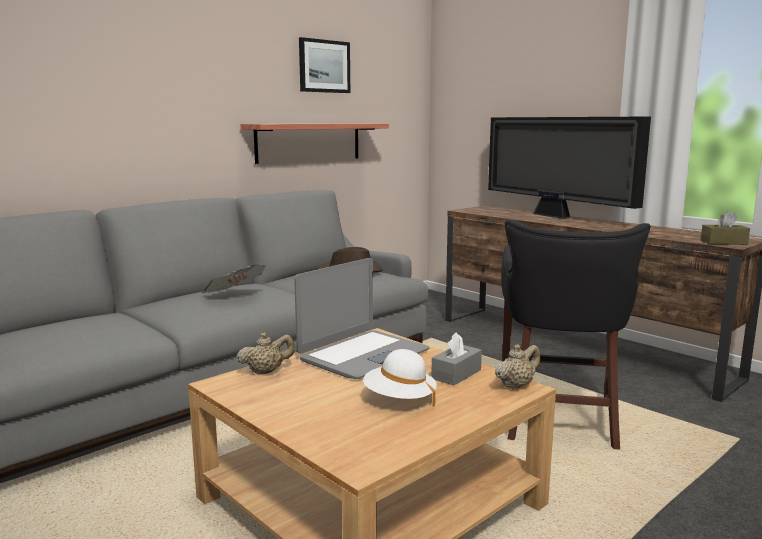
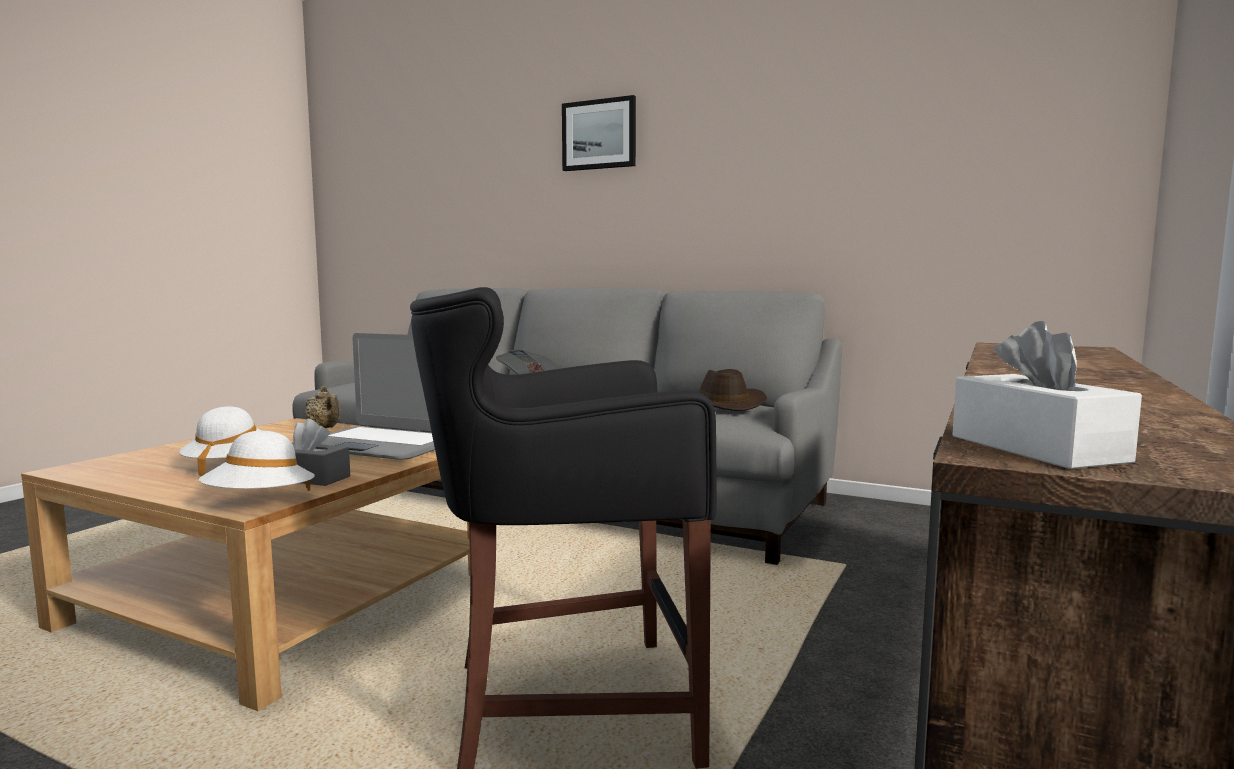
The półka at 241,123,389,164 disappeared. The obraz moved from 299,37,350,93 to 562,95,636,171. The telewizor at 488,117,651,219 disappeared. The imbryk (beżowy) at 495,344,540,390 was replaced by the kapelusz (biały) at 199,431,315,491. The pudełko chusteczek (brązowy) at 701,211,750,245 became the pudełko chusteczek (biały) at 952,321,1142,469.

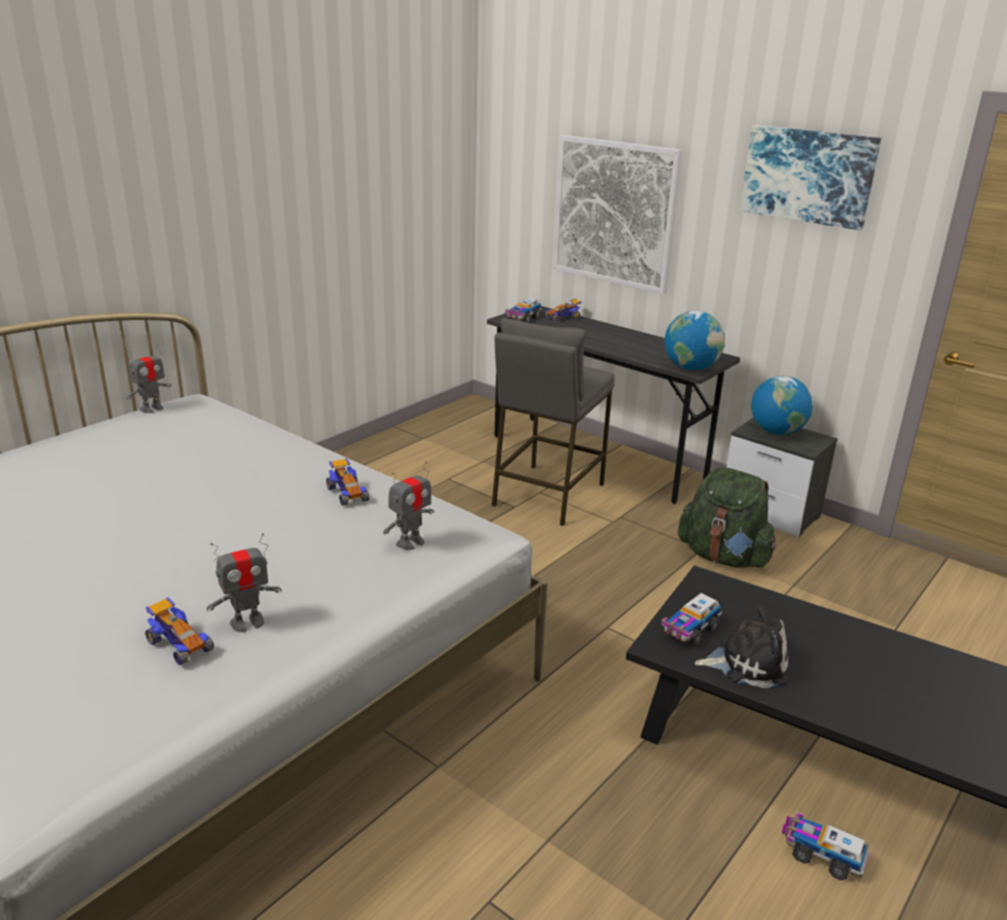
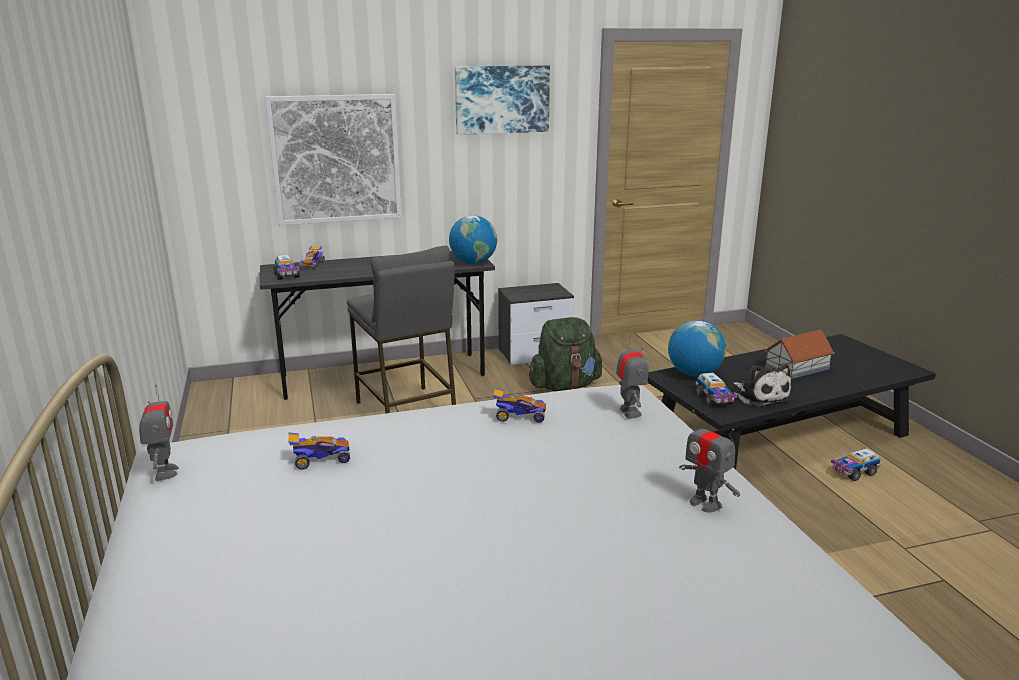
The samochodzik moved from 145,597,214,665 to 288,432,350,469. The robot zabawkowy at 206,533,282,632 turned 135 degrees clockwise. The pluszak at 694,604,788,688 turned 120 degrees clockwise. The globus moved from 751,376,813,435 to 668,320,726,377. The domek at 765,330,835,379 appeared.

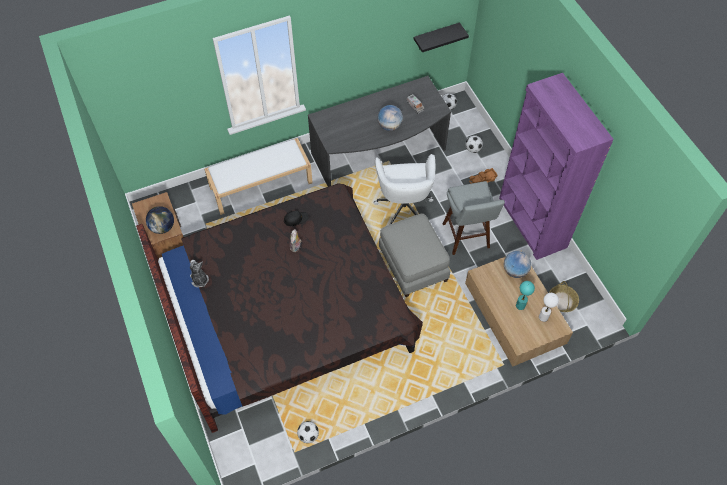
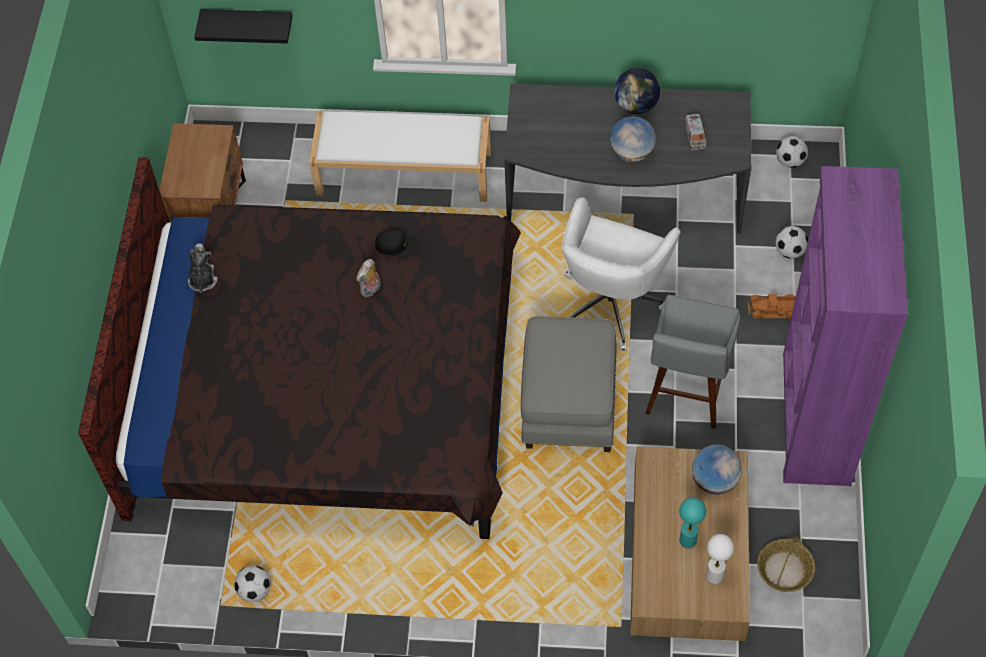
The globus moved from 146,206,174,234 to 614,68,660,114. The półka (czarny) moved from 414,22,469,52 to 194,9,292,44.

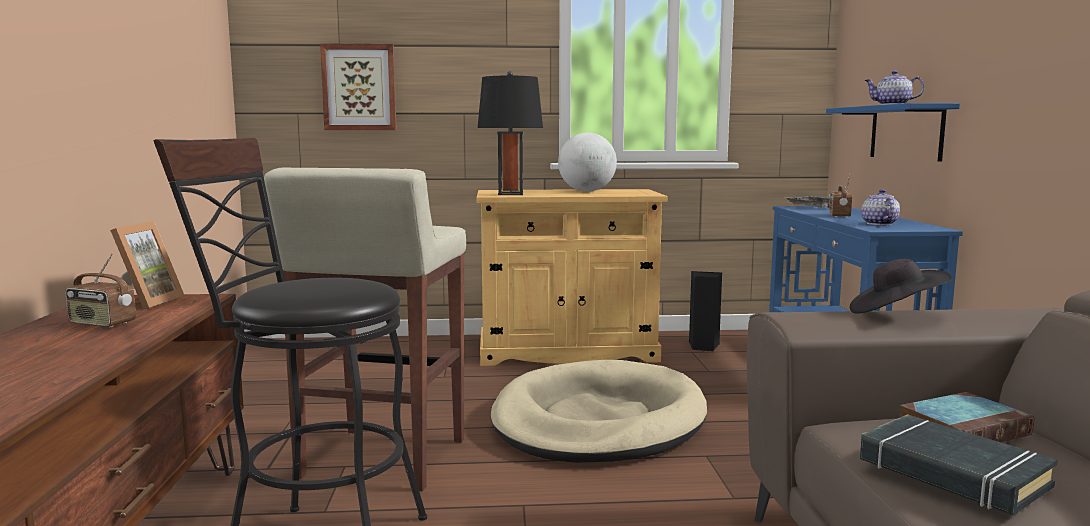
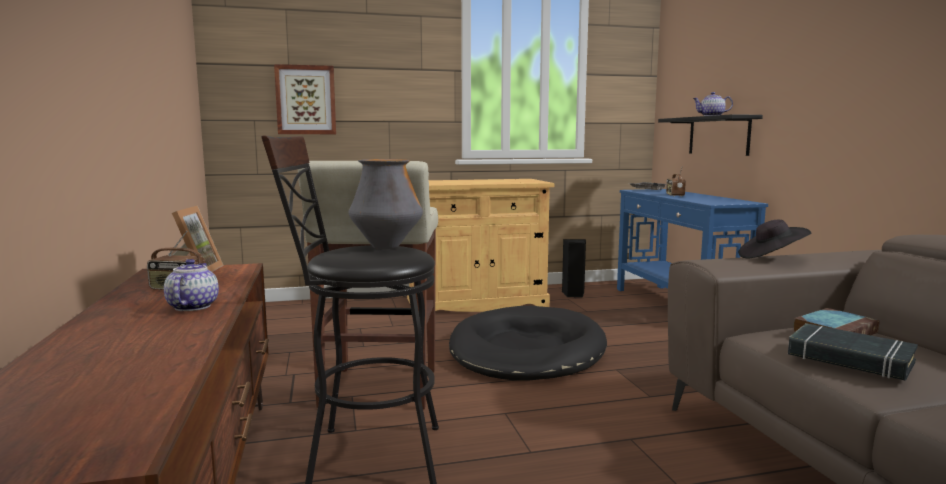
The lampa stołowa (czarny) at 477,71,543,195 disappeared. The legowisko (beżowy) at 490,360,707,463 became the legowisko (czarny) at 449,306,607,381. The globus at 558,133,617,192 disappeared. The półka (niebieski) at 826,103,960,162 became the półka (czarny) at 658,114,763,156. The imbryk moved from 861,189,900,225 to 164,259,219,311. The wazon at 348,159,423,249 appeared.

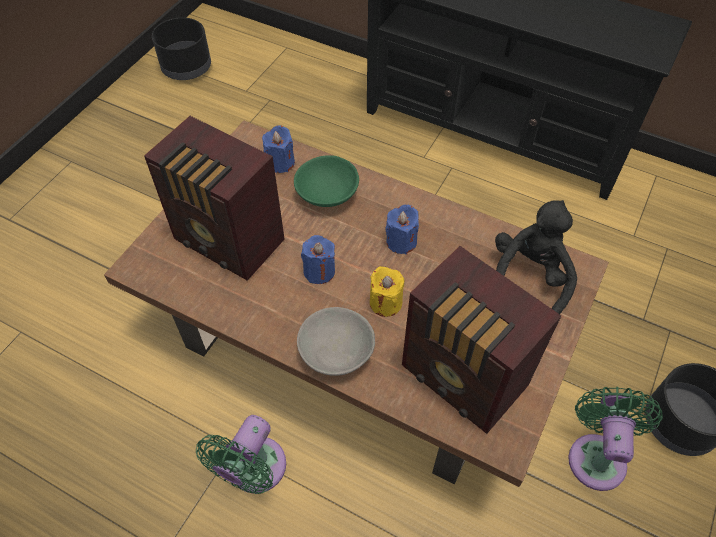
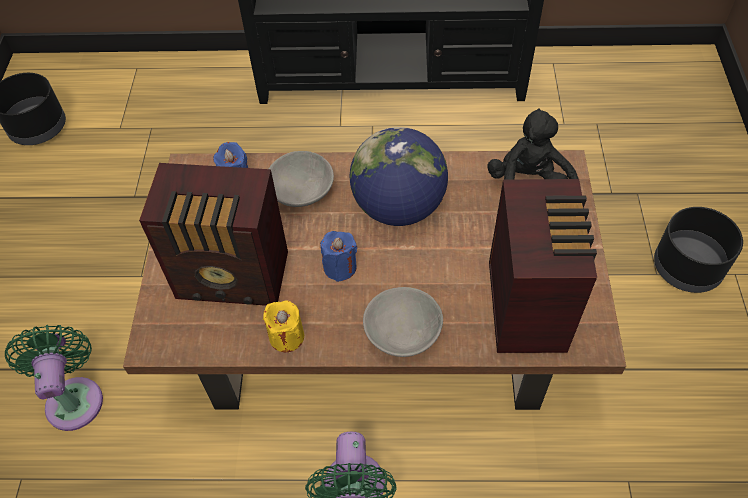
The miska (zielony) at 294,155,359,207 became the miska (szary) at 269,151,334,207. The świeca (żółty) moved from 370,266,404,317 to 263,300,304,352. The świeca (niebieski) at 385,204,419,255 was replaced by the globus at 349,127,448,226. The radio at 402,246,561,434 turned 105 degrees counterclockwise. The wentylator (zielony) moved from 568,387,663,491 to 5,325,103,431.

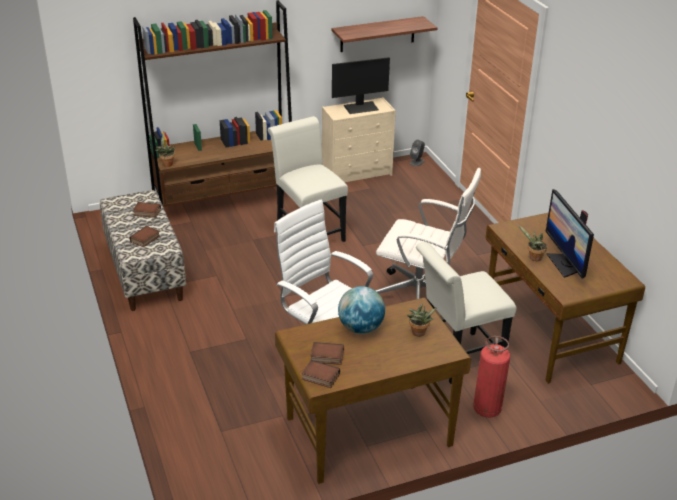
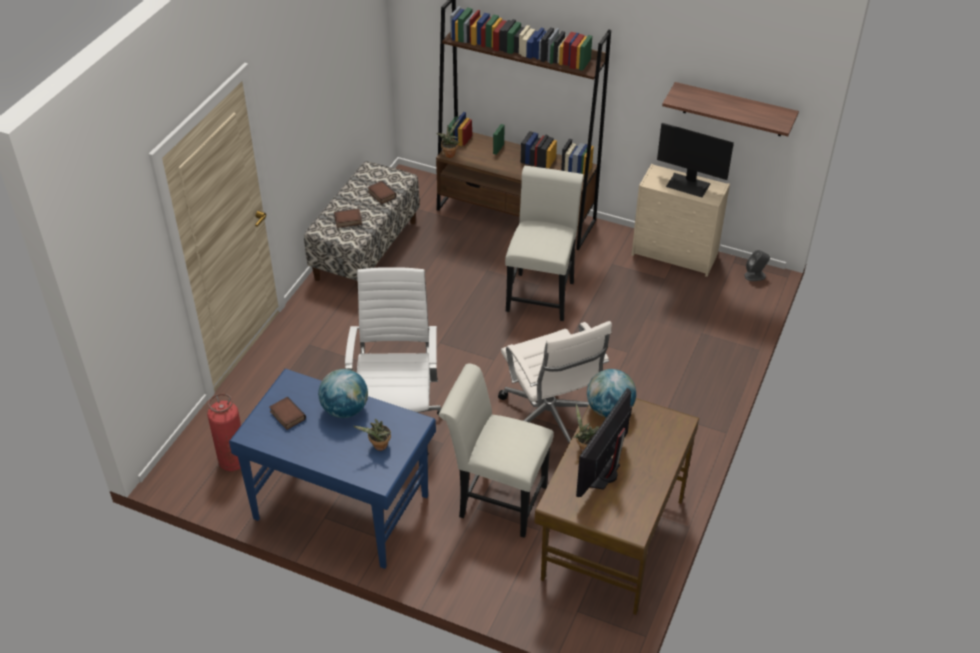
The biurko (brązowy) at 275,298,471,484 became the biurko (niebieski) at 229,369,436,569. The książka at 302,360,340,388 disappeared. The gaśnica moved from 473,336,510,418 to 207,393,241,471. The globus at 587,369,636,417 appeared.

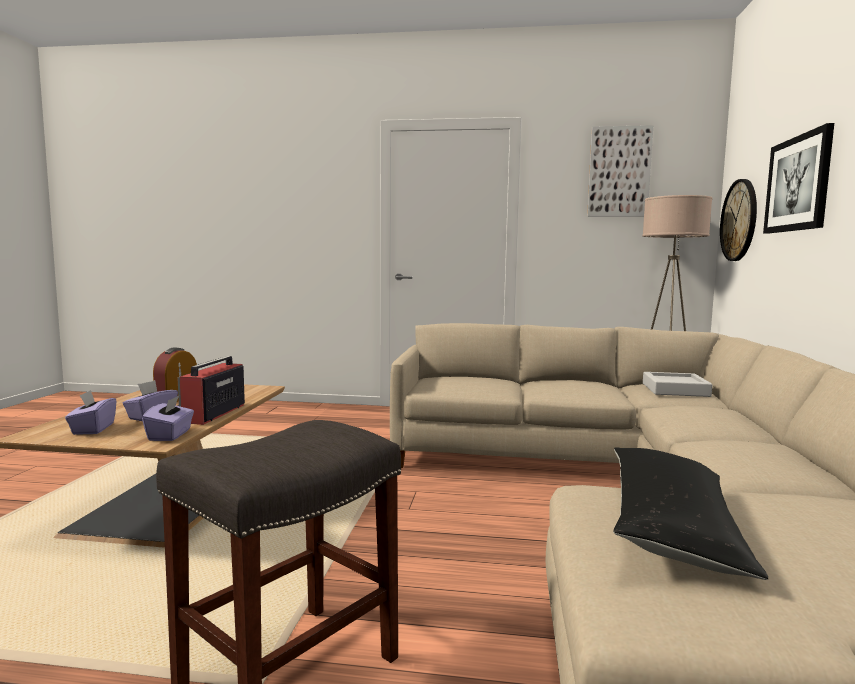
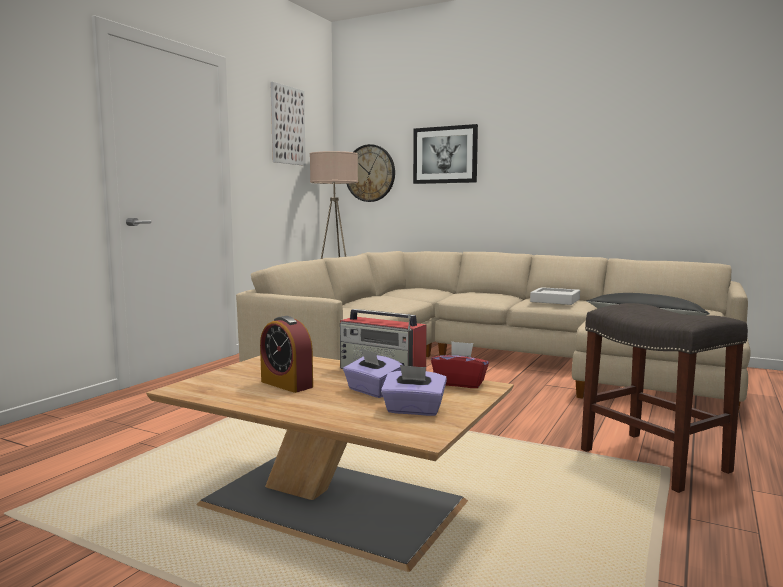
The pudełko chusteczek (fioletowy) at 142,396,194,441 became the pudełko chusteczek (czerwony) at 431,341,489,388. The taca (szary) moved from 643,372,712,397 to 530,287,580,305.

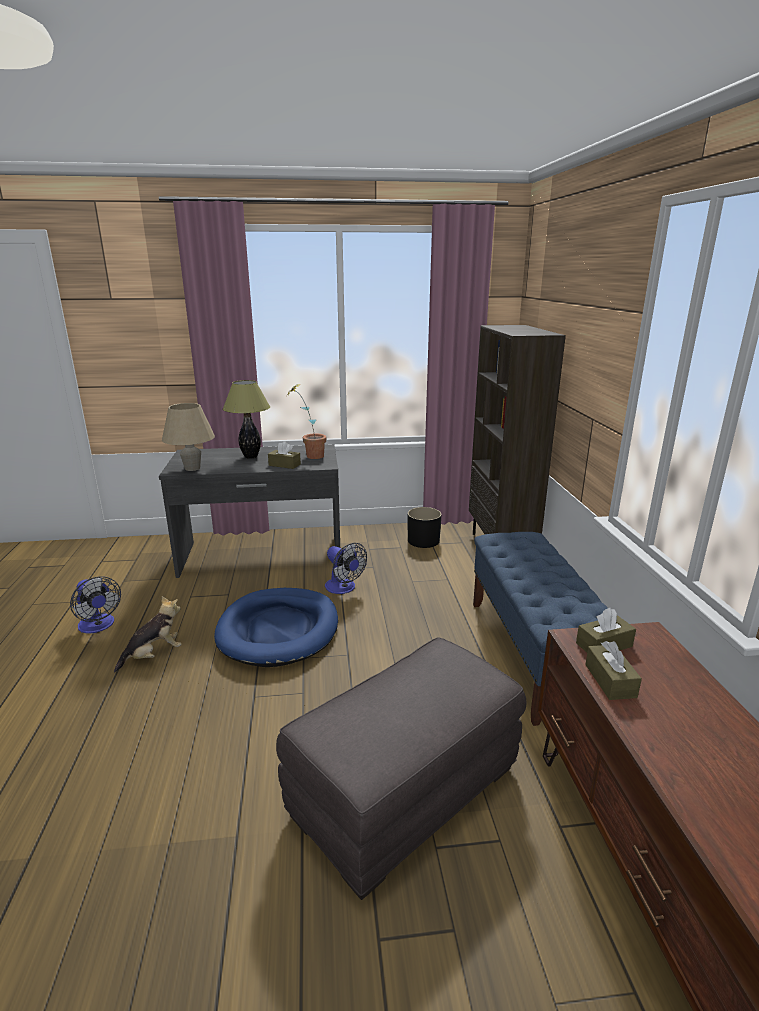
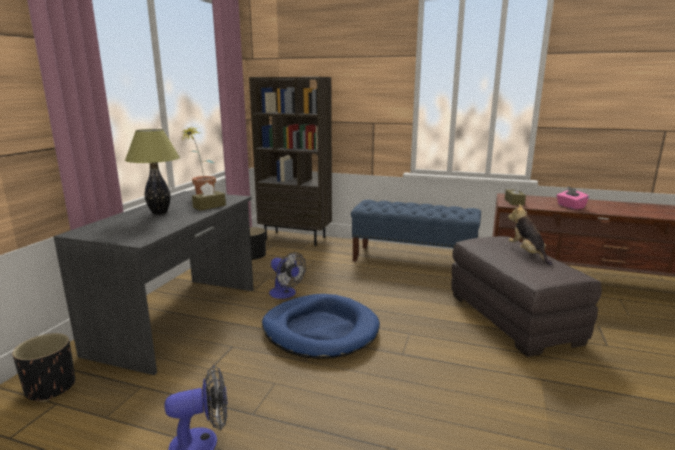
The pluszak moved from 114,596,181,672 to 508,204,552,266. The lampa stołowa (beżowy) at 162,403,215,471 disappeared. The wentylator at 325,543,367,594 turned 60 degrees clockwise. The pudełko chusteczek (brązowy) at 585,641,642,700 disappeared. The donica (czarny) at 12,333,75,402 appeared. The pudełko chusteczek (różowy) at 556,186,589,210 appeared.

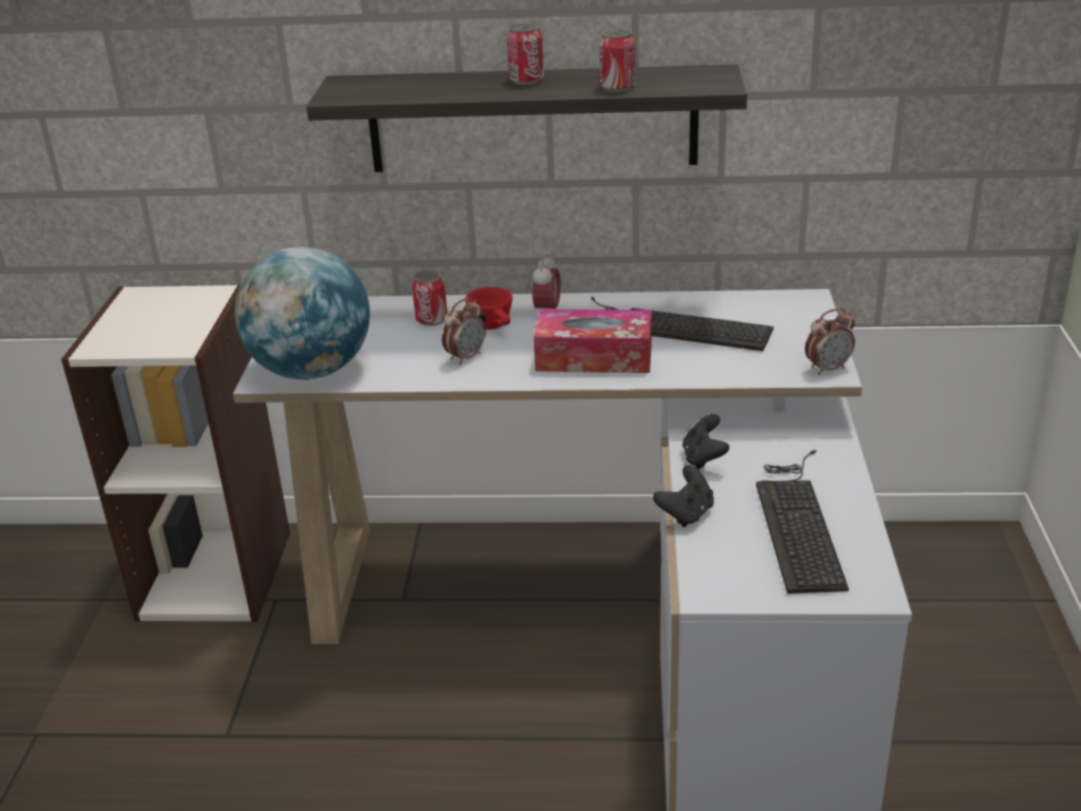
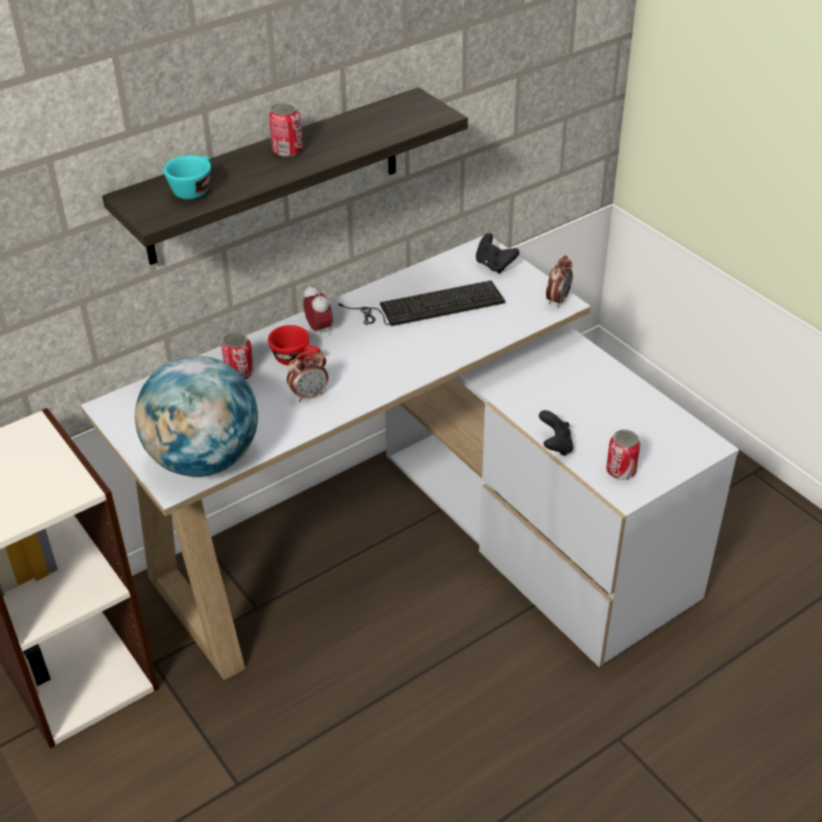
The budzik at 442,298,486,365 turned 60 degrees clockwise. The pudełko chusteczek at 534,309,652,373 disappeared. The puszka moved from 599,29,636,92 to 606,429,640,480. The pad do gier (czarny) moved from 682,414,729,470 to 476,233,519,274. The klawiatura at 756,450,849,594 disappeared. The filiżanka (turkusowy) at 163,155,211,200 appeared.

